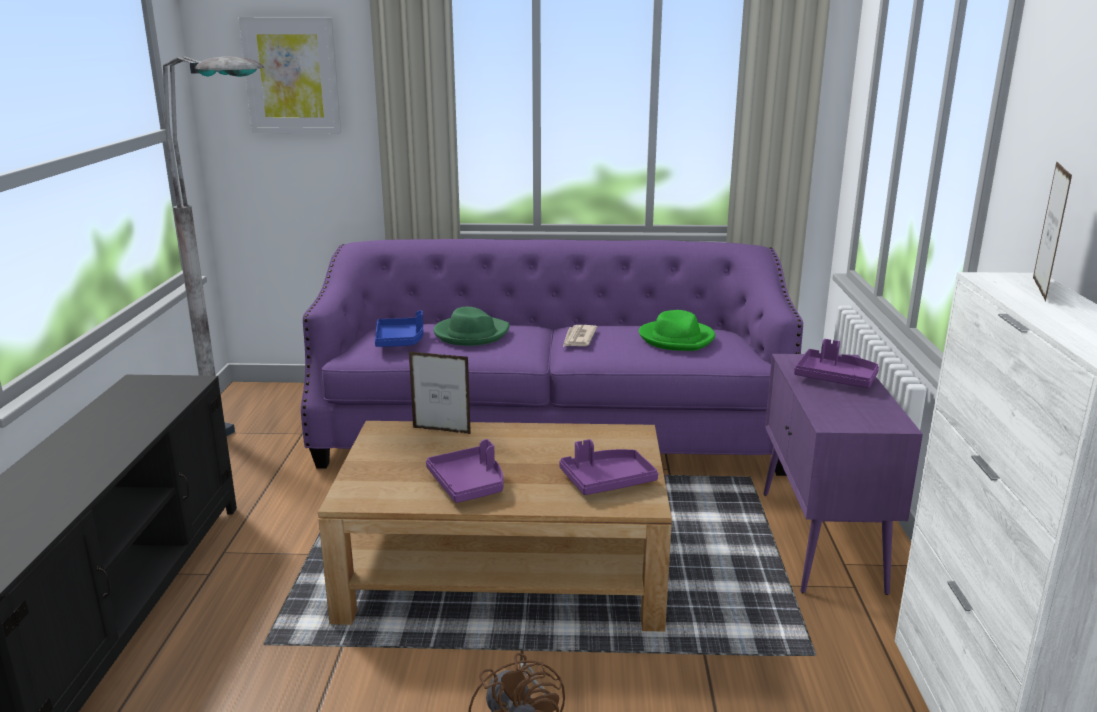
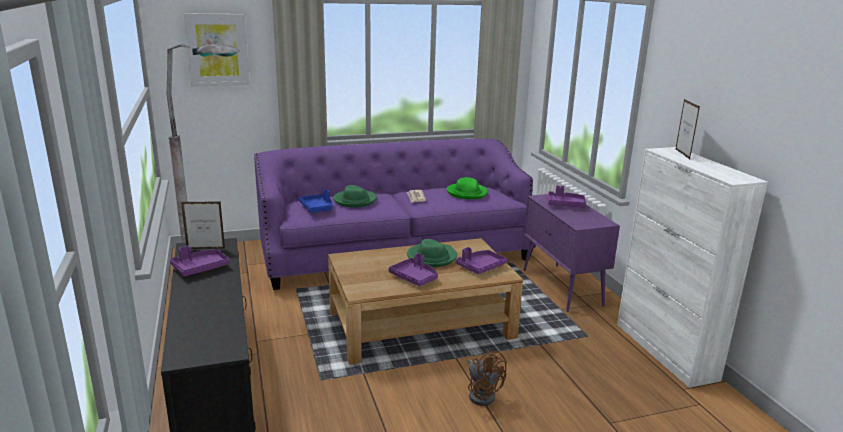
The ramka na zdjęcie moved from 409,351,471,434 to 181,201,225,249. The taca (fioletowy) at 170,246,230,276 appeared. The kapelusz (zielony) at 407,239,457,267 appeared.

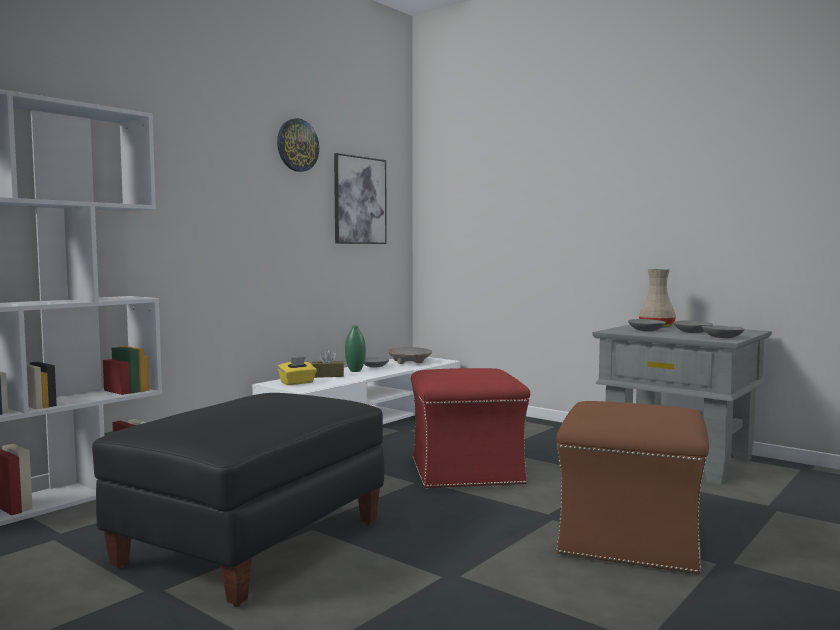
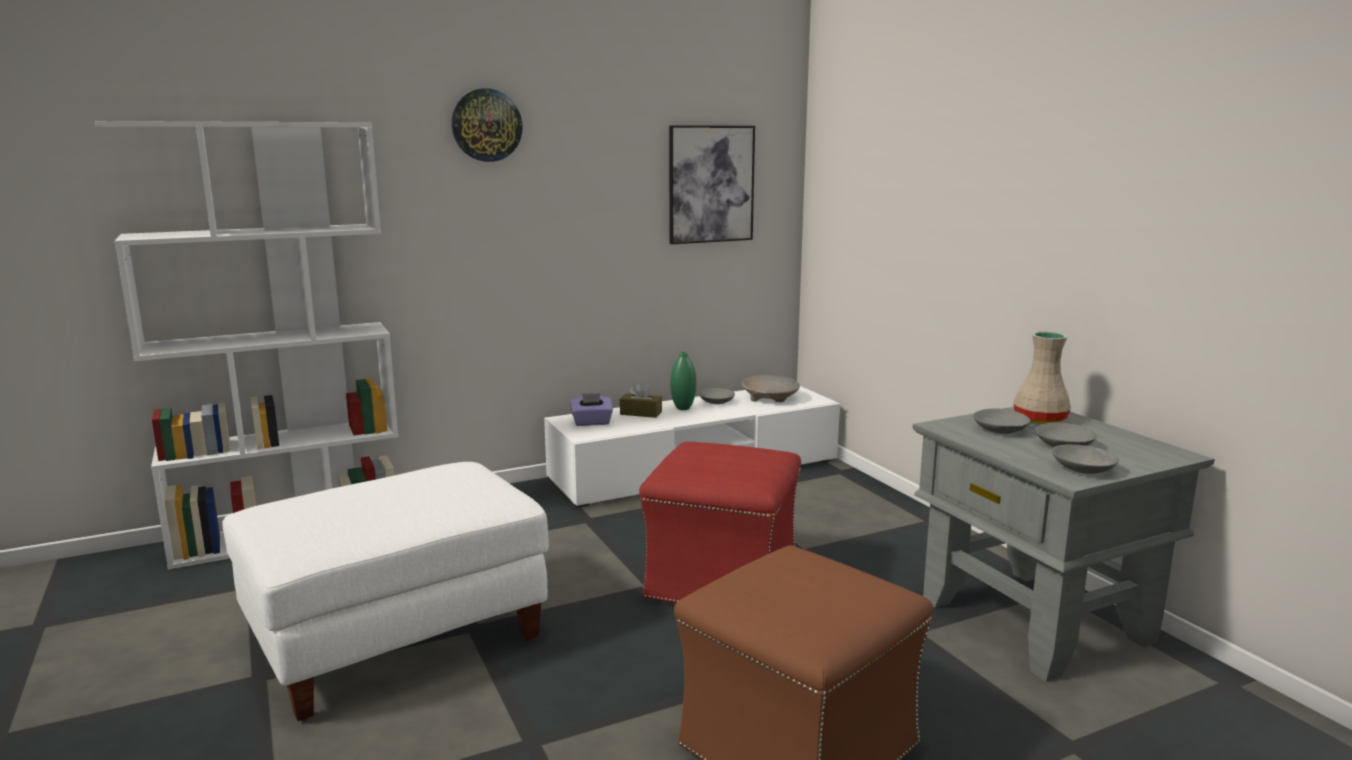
The pufa (czarny) at 92,393,384,607 became the pufa (biały) at 222,462,549,721. The zegar ścienny moved from 277,118,319,172 to 451,88,523,162. The pudełko chusteczek (żółty) at 277,357,317,385 became the pudełko chusteczek (fioletowy) at 570,393,613,426.

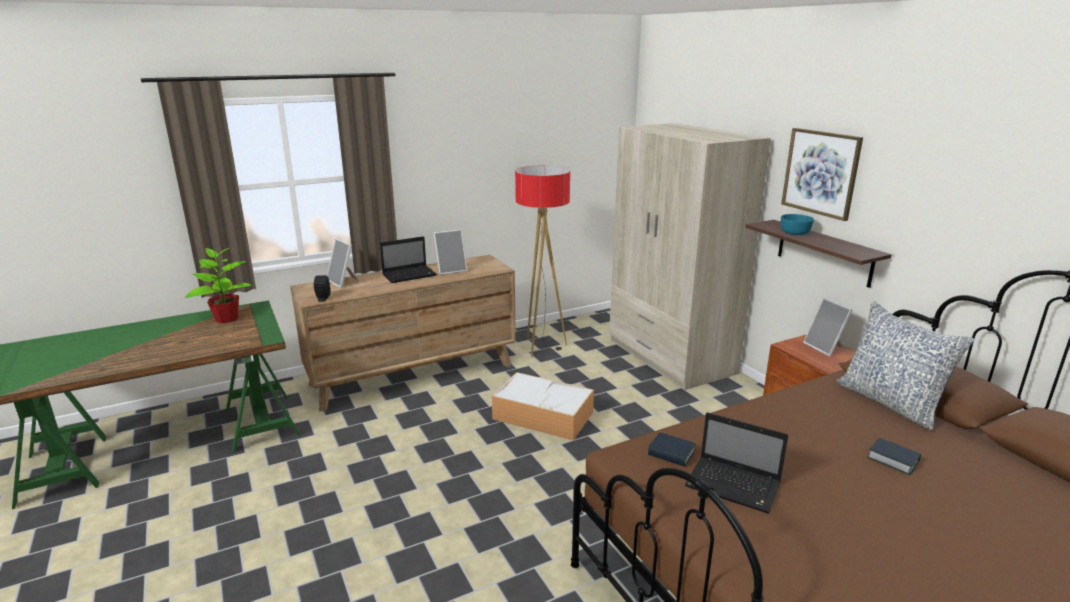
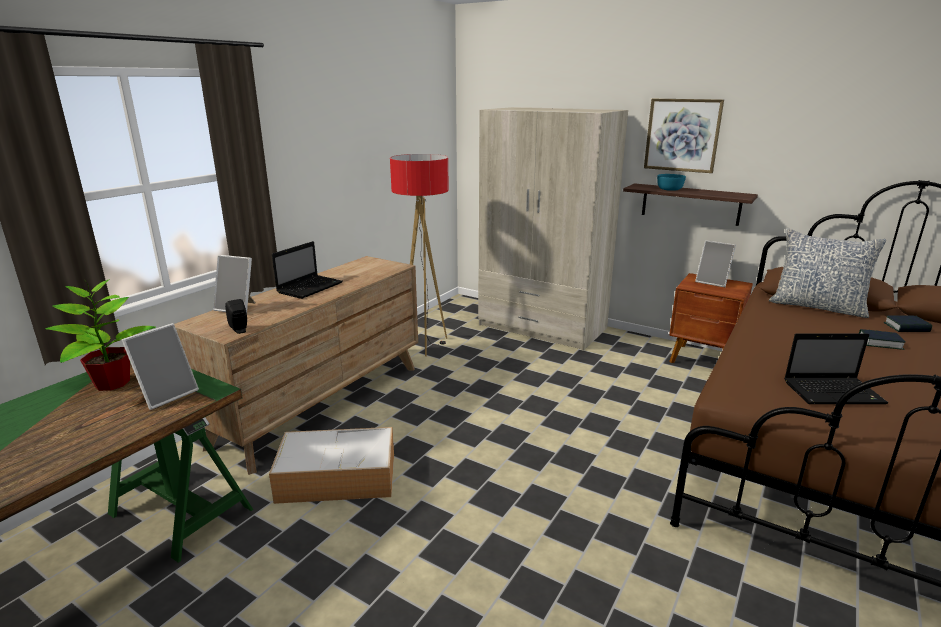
The ramka na zdjęcie moved from 434,230,467,275 to 122,323,199,410. The pojemnik do przechowywania moved from 492,372,594,440 to 269,427,394,504. The książka moved from 648,433,696,467 to 883,316,932,332.

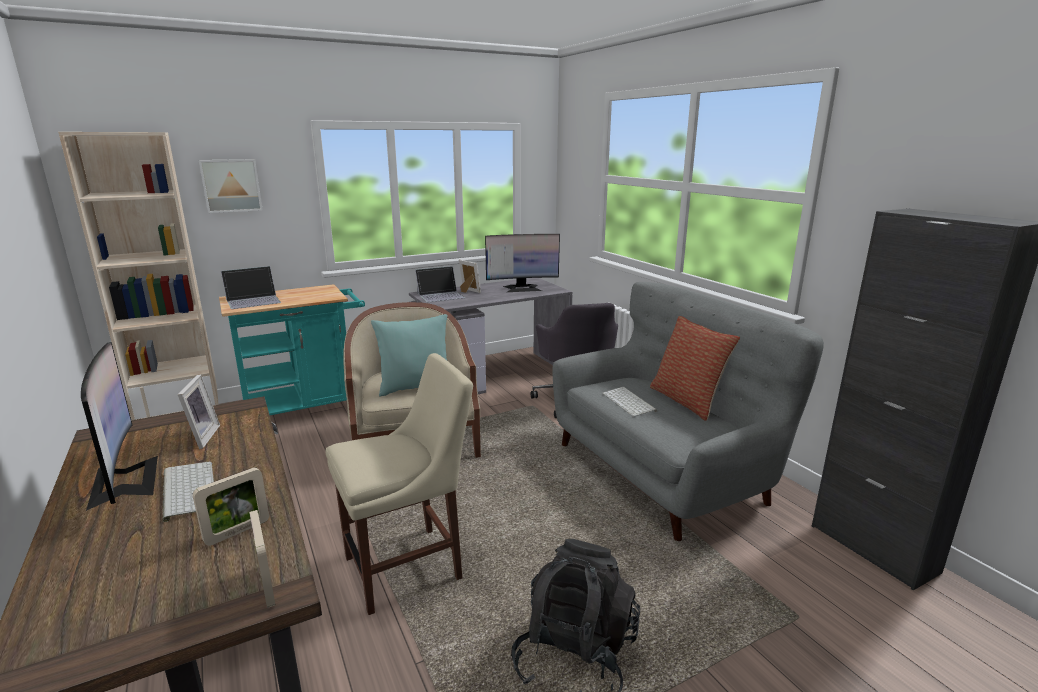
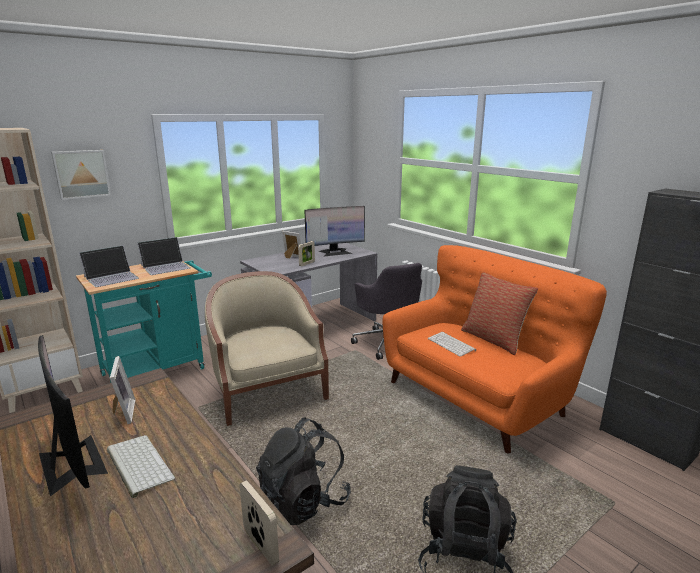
The ramka na zdjęcie moved from 192,467,269,546 to 298,241,315,266. The krzesło (beżowy) at 326,353,473,615 was replaced by the plecak (czarny) at 256,417,351,525. The poduszka (turkusowy) at 371,314,447,397 disappeared. The laptop moved from 415,266,465,302 to 138,237,190,275. The kanapa (szary) at 553,282,824,541 became the kanapa (pomarańczowy) at 383,245,607,453.

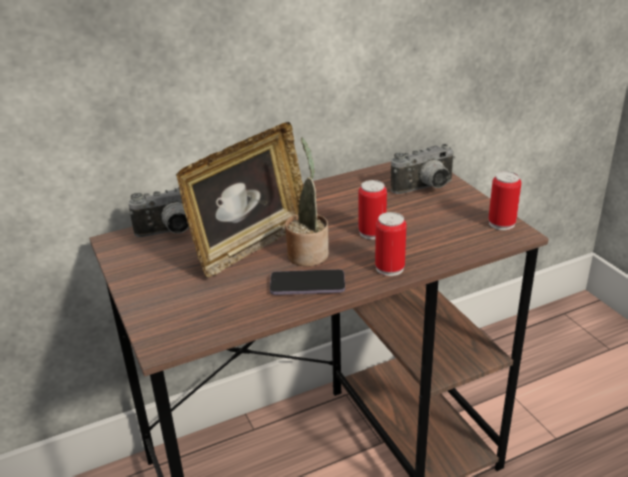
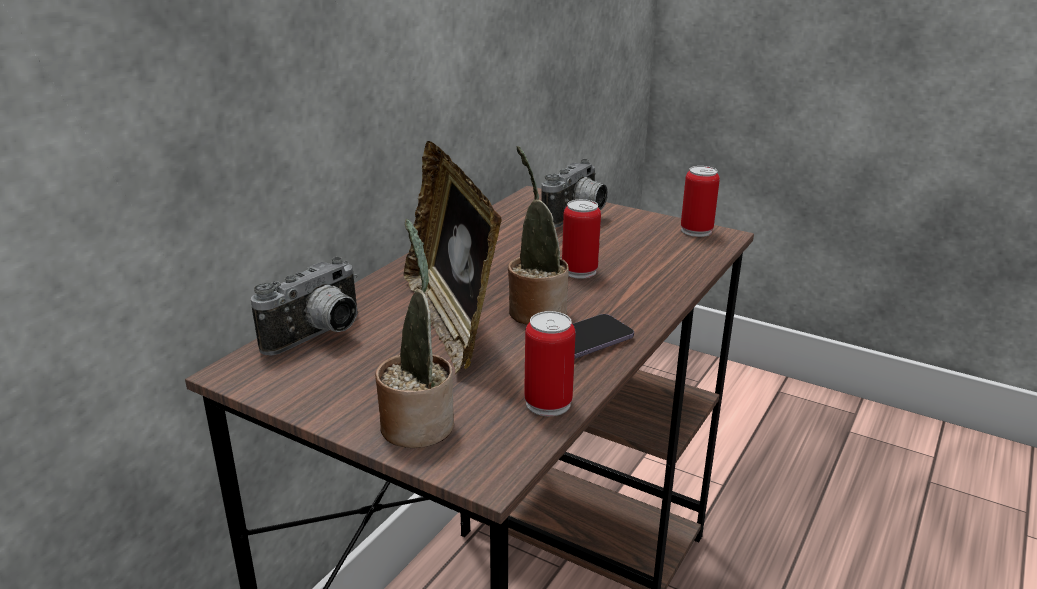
The ramka na zdjęcie at 176,122,303,278 turned 150 degrees clockwise. The puszka moved from 375,212,406,276 to 524,311,576,416. The roślina doniczkowa at 375,219,454,448 appeared.

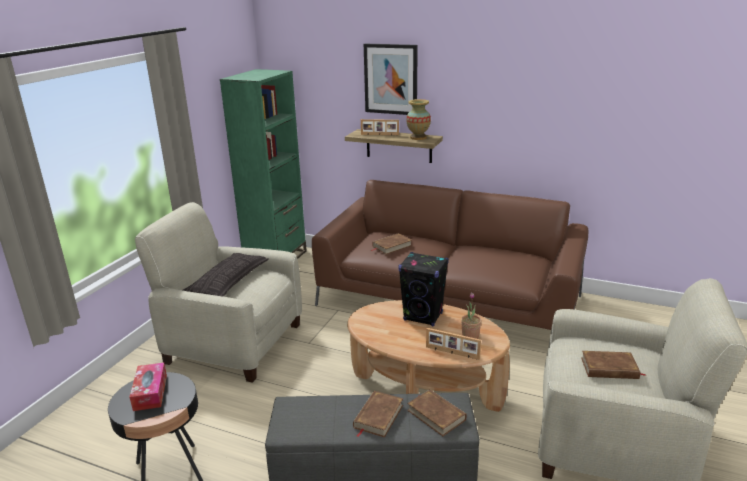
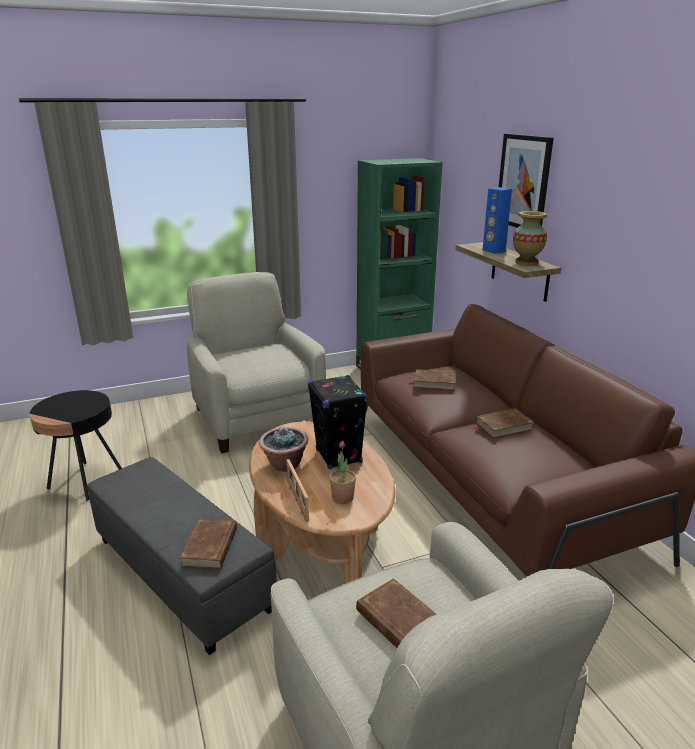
The pudełko chusteczek at 130,363,167,411 disappeared. The poduszka at 183,253,269,297 disappeared. The książka (brązowy) moved from 353,391,403,438 to 472,408,534,438. The ramka na zdjęcie at 361,119,399,135 was replaced by the głośnik (niebieski) at 482,187,512,254. The roślina doniczkowa at 259,427,308,472 appeared.

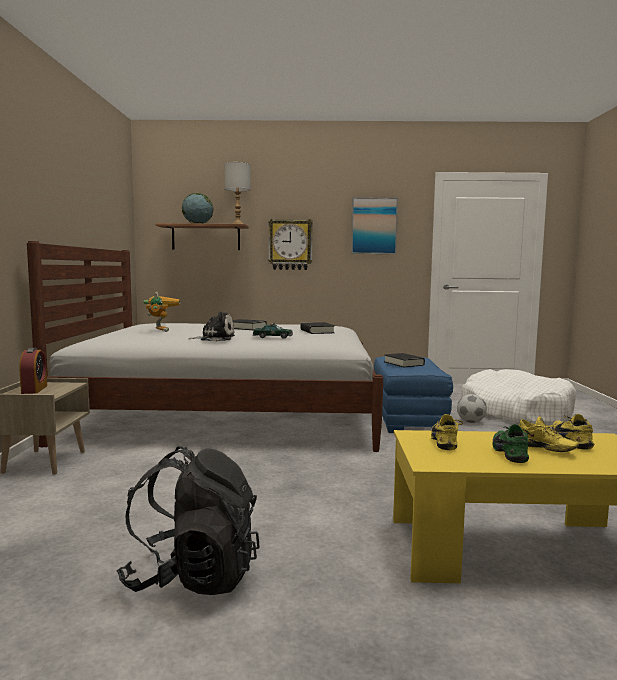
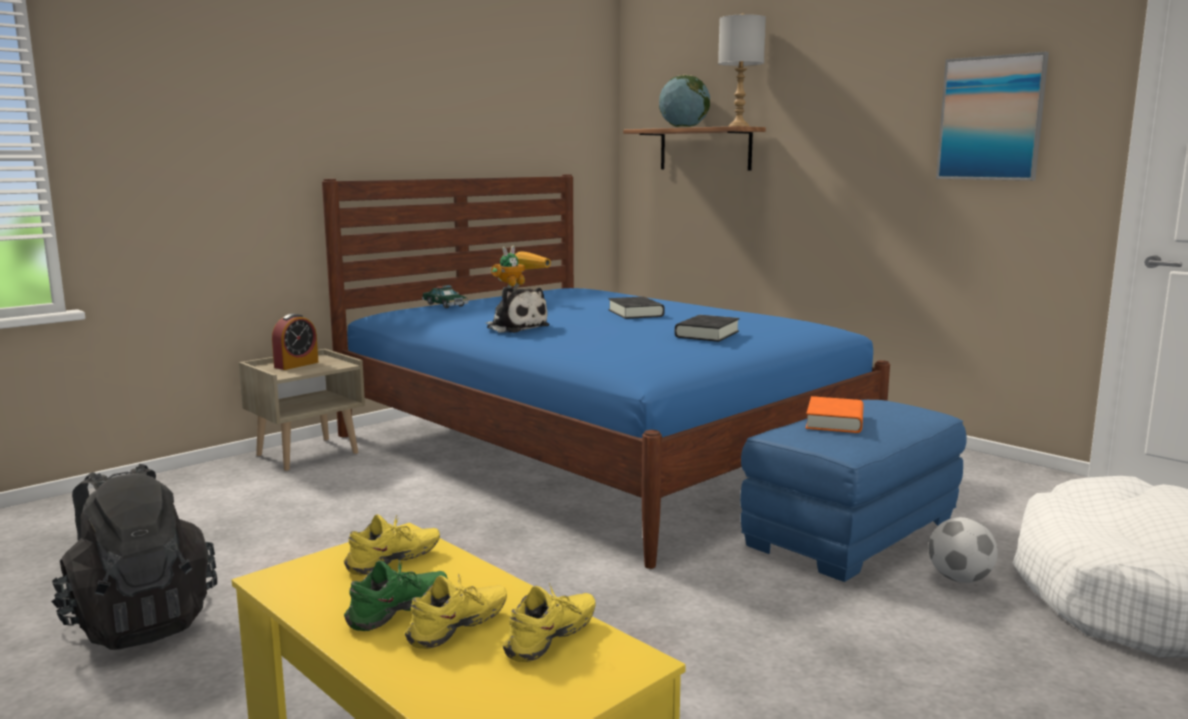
The łóżko (biały) at 27,241,383,452 became the łóżko (niebieski) at 322,174,890,569. The samochodzik moved from 253,323,293,339 to 422,285,469,308. The zegar ścienny at 268,219,313,270 disappeared. The książka (czarny) at 384,353,425,367 became the książka (pomarańczowy) at 806,396,864,433. The but (żółty) at 519,416,579,452 turned 135 degrees counterclockwise.

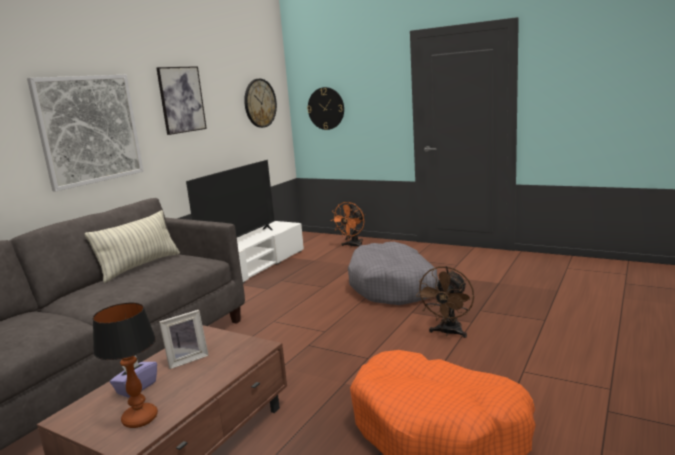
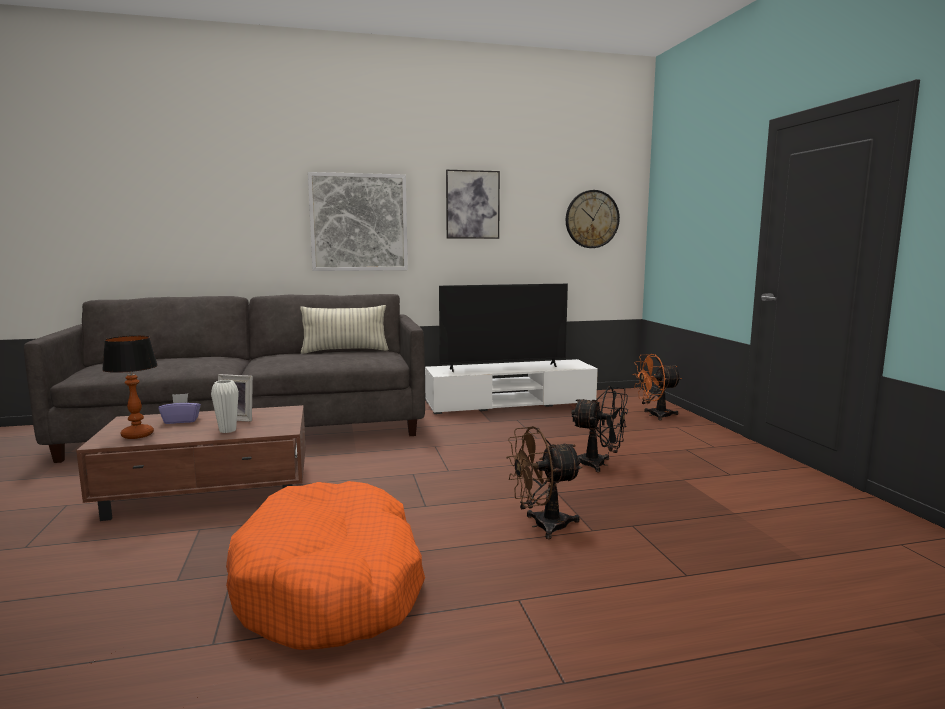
The zegar ścienny at 307,87,344,130 disappeared. The legowisko (szary) at 348,242,439,305 was replaced by the wentylator (czarny) at 571,386,628,472. The wazon (biały) at 211,380,239,433 appeared.

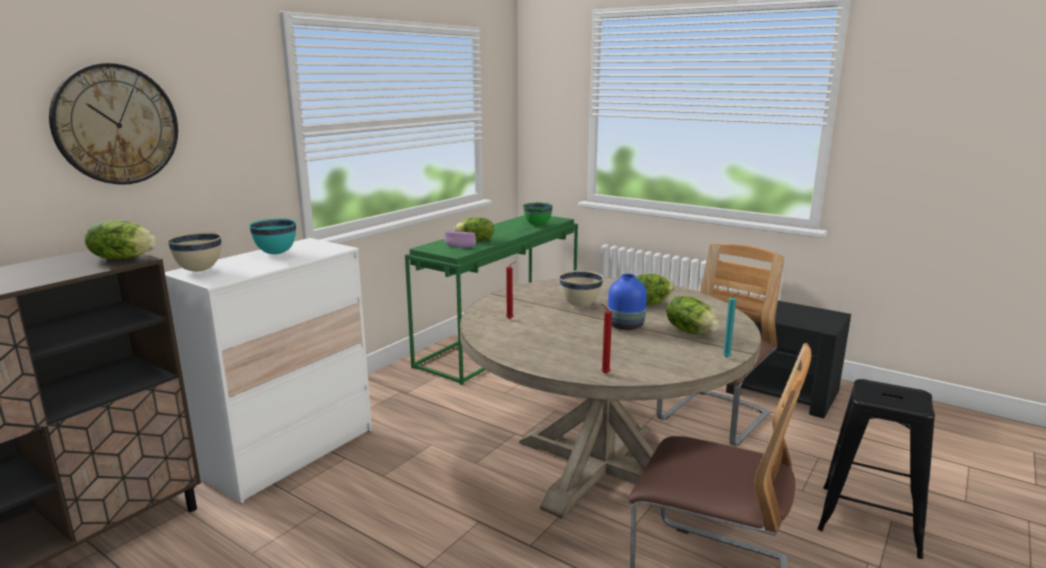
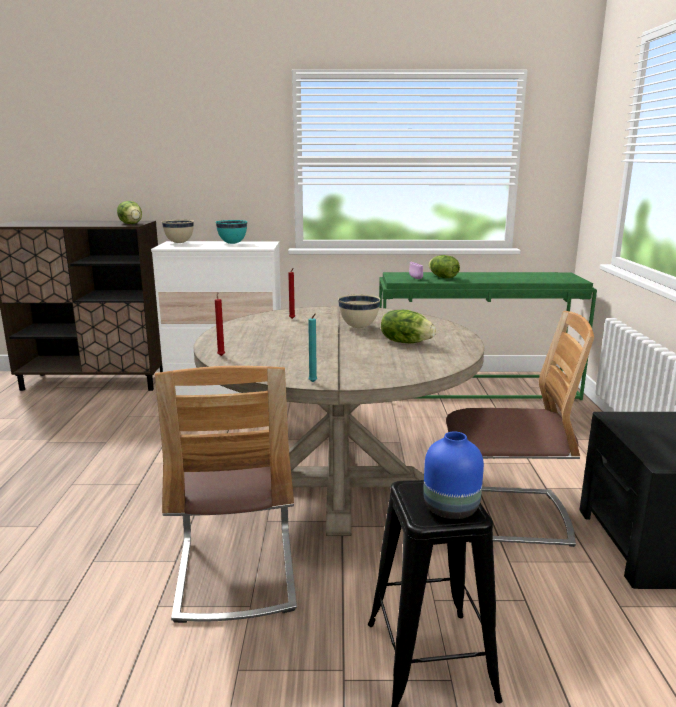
The zegar ścienny at 49,63,178,185 disappeared. The miska (zielony) at 523,203,553,226 disappeared. The wazon (niebieski) moved from 608,274,647,330 to 423,431,484,519. The sałata at 666,296,719,334 disappeared.

